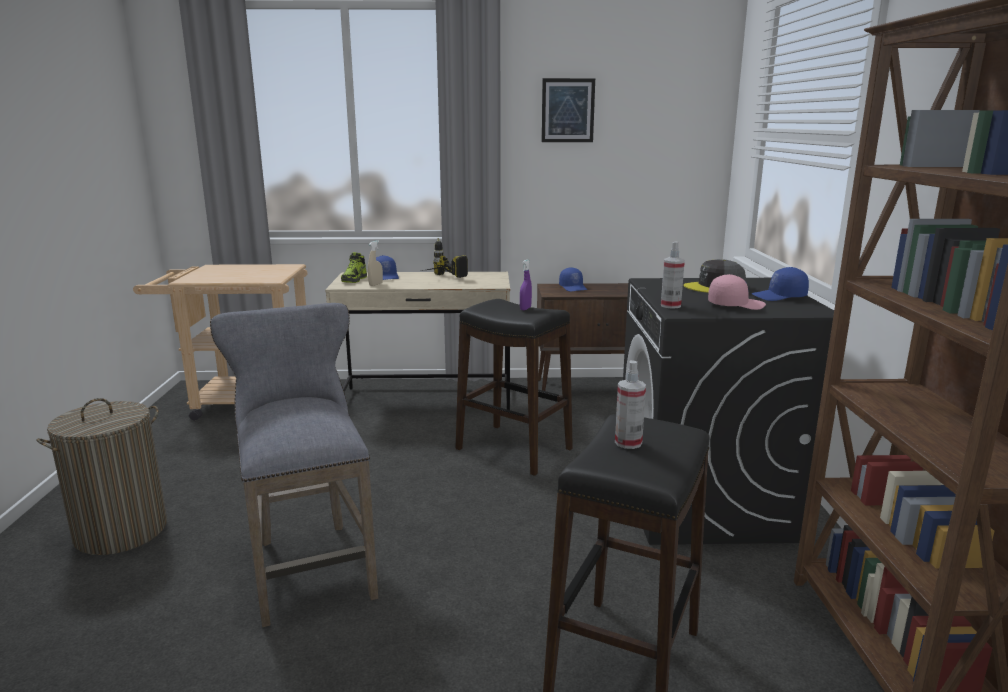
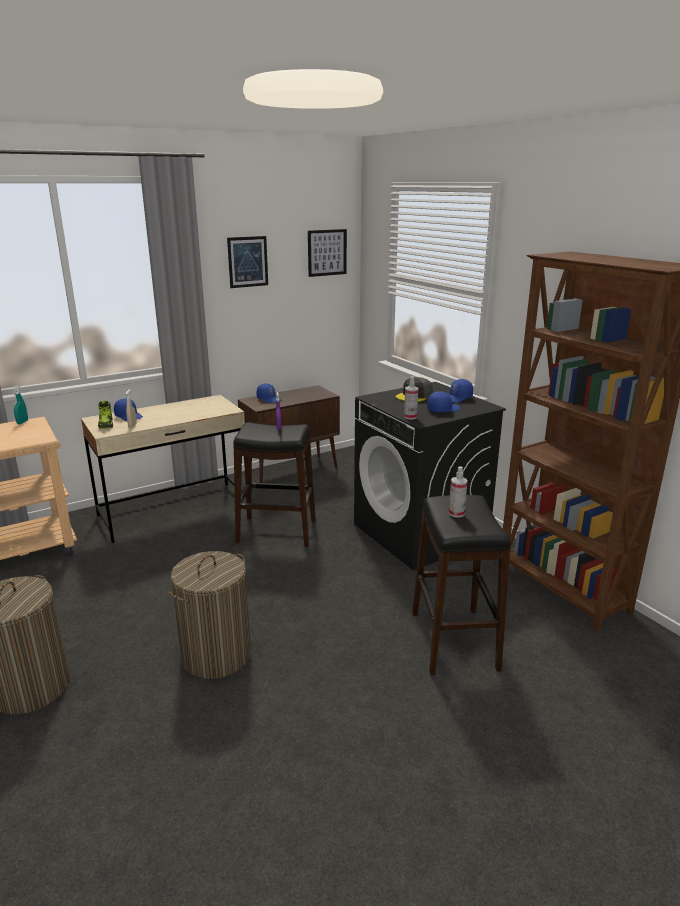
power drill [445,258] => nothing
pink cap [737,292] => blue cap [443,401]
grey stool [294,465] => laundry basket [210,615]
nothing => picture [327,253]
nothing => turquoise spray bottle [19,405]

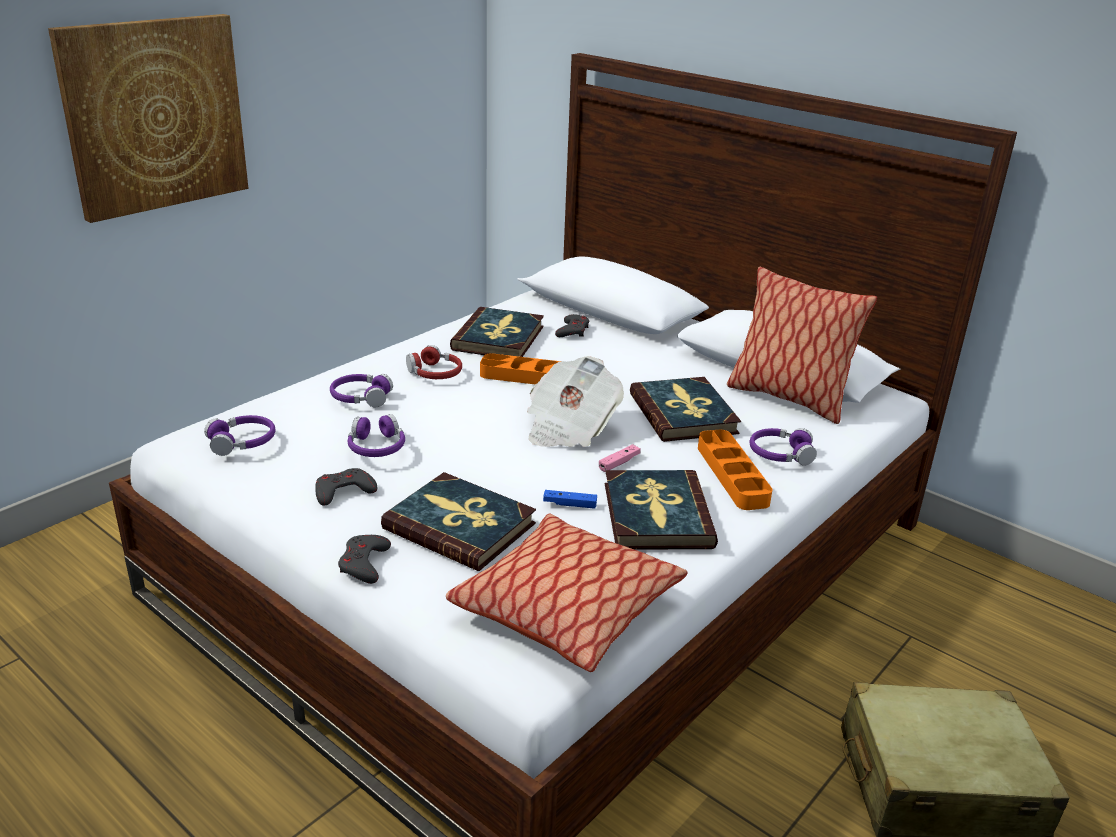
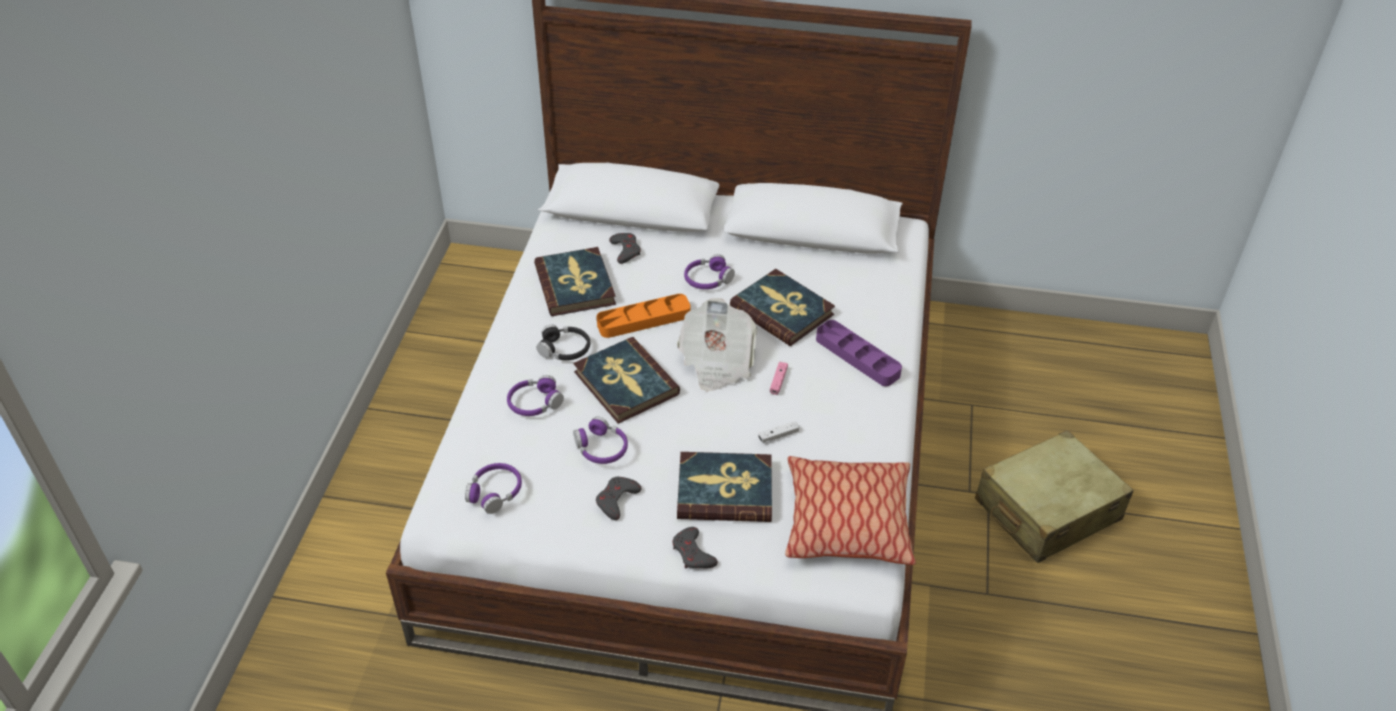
picture [148,118] => nothing
pillow [802,345] => nothing
red headphones [434,362] => black headphones [563,342]
purple headphones [783,447] => purple headphones [709,271], relocated
orange tray [735,470] => purple tray [859,353]
book [661,510] => book [626,380], relocated
blue game controller [570,499] => white game controller [778,432]

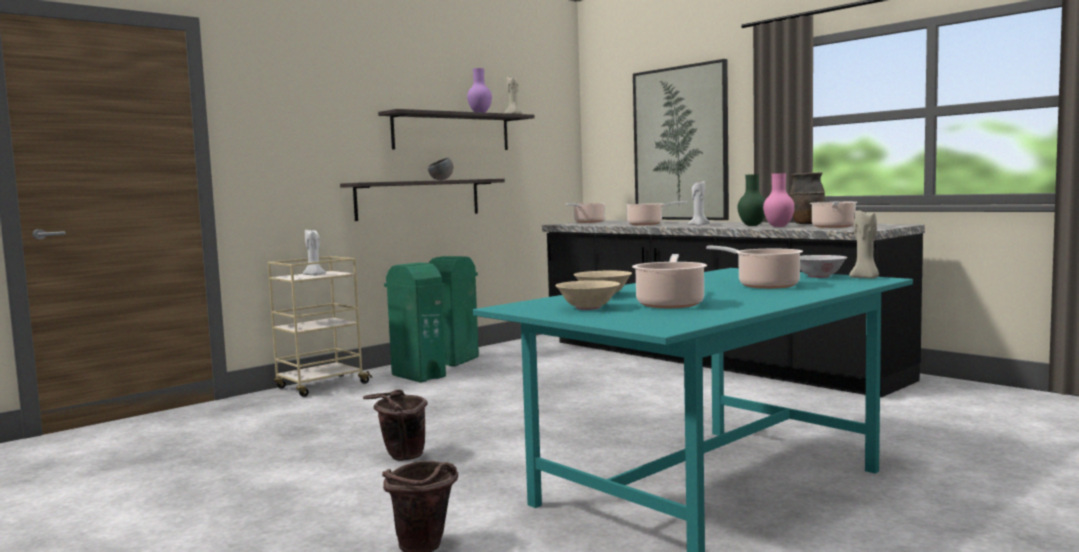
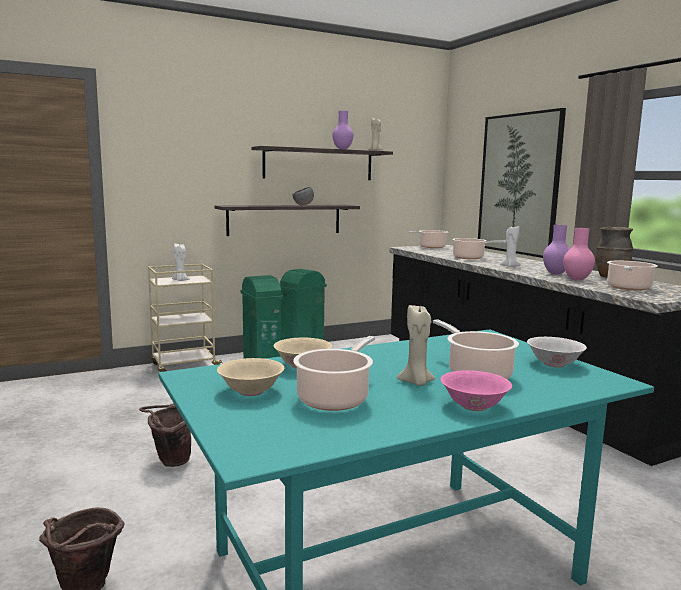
green vase [751,200] => purple vase [556,250]
beige candle [864,244] => beige candle [416,345], relocated
nothing => pink bowl [476,390]

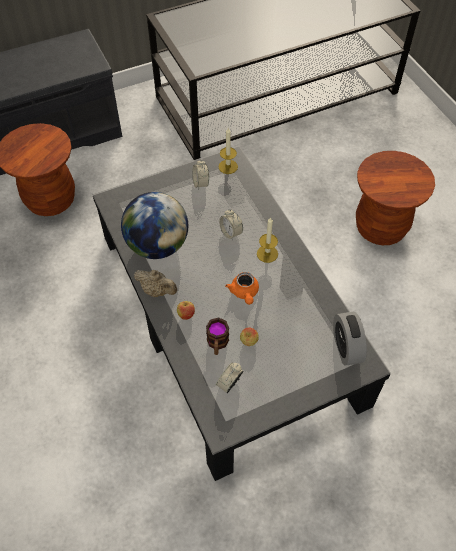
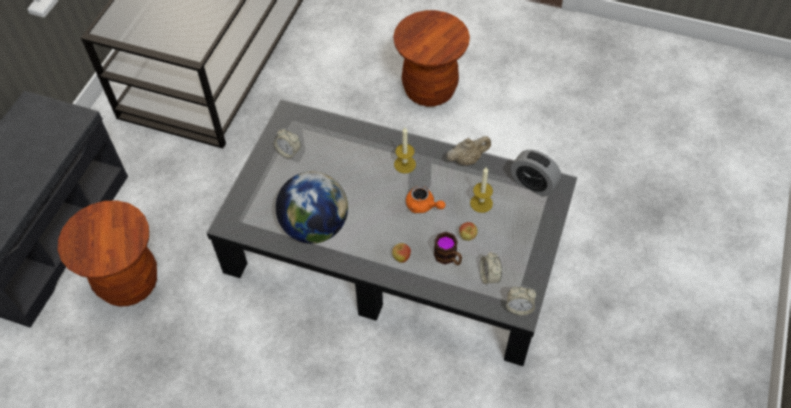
candle [228,151] => candle [481,190], relocated
alarm clock [231,225] => alarm clock [521,300], relocated
beige teapot [155,283] => beige teapot [468,150], relocated

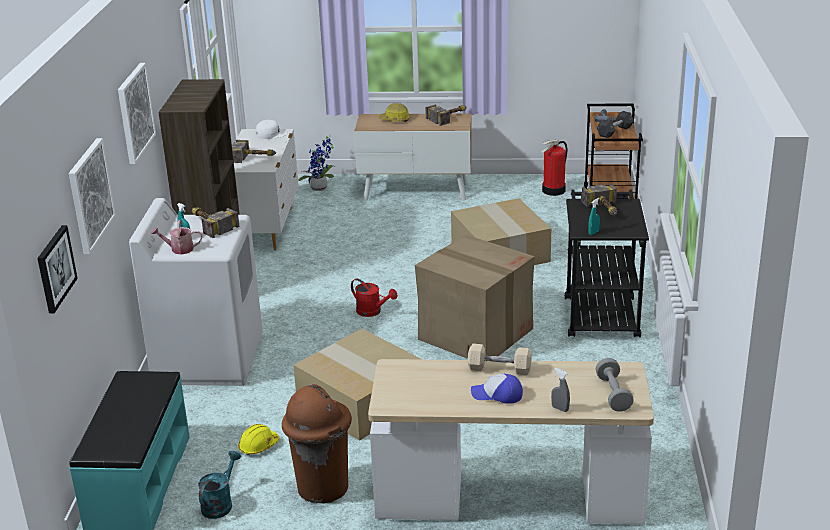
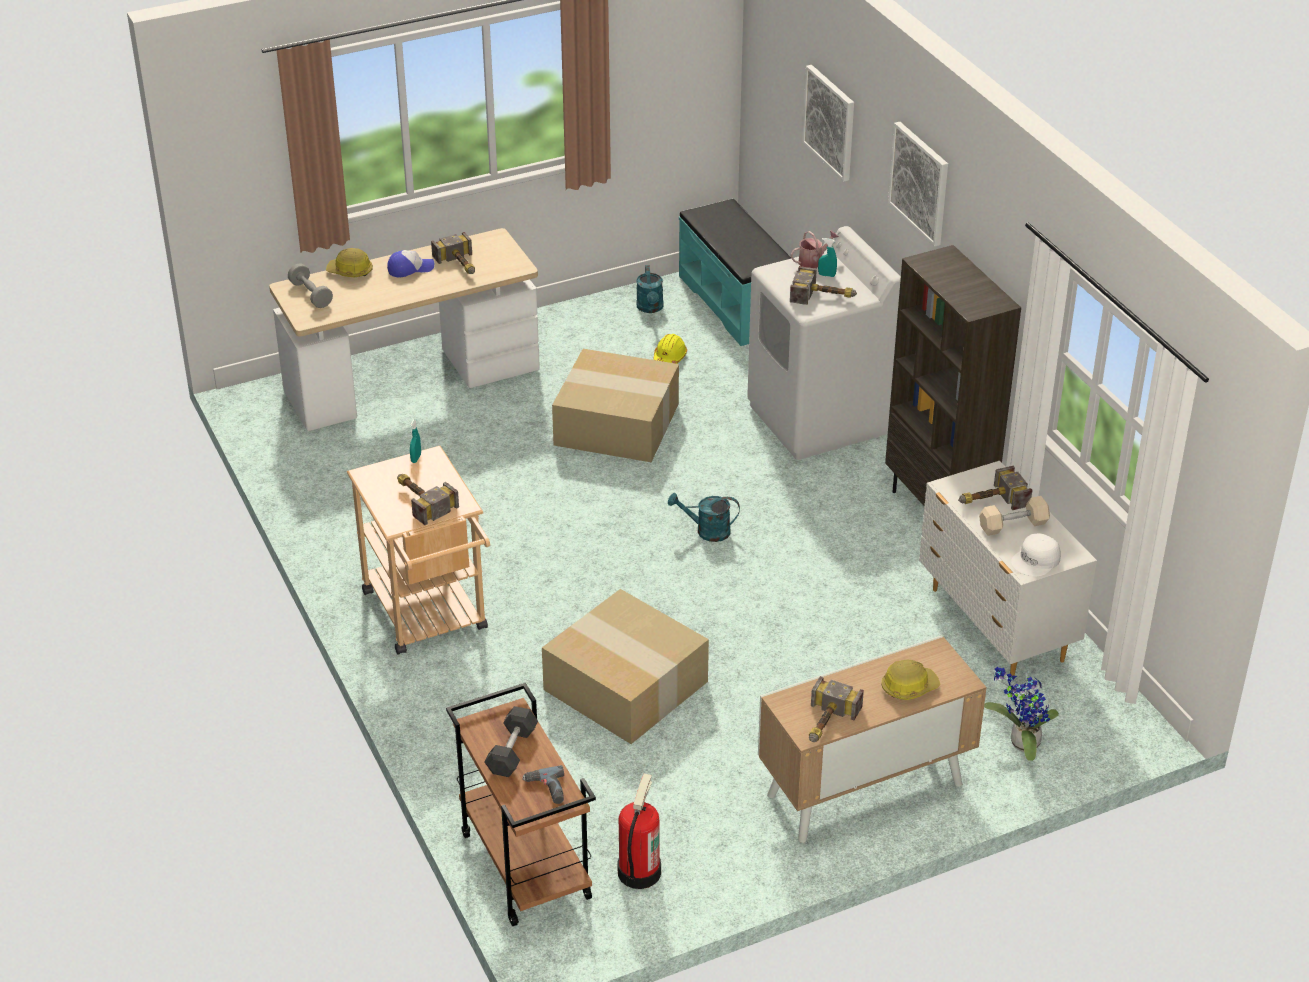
black cart [607,263] => beige cart [418,550]
picture [57,269] => nothing
cardboard box [475,297] => nothing
red watering can [374,298] => turquoise watering can [704,517]
beige dumbbell [500,359] => beige dumbbell [1014,516], relocated
grey spray bottle [560,390] => hard hat [349,263]
brown trash can [317,444] => nothing
nothing => hammer [453,253]

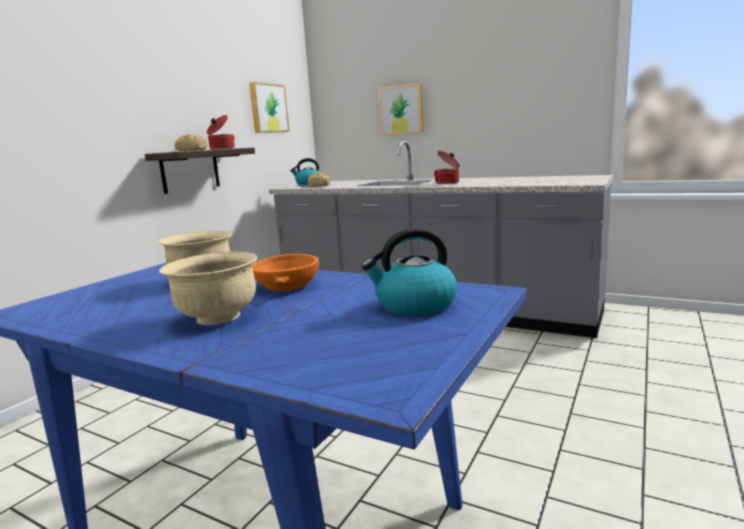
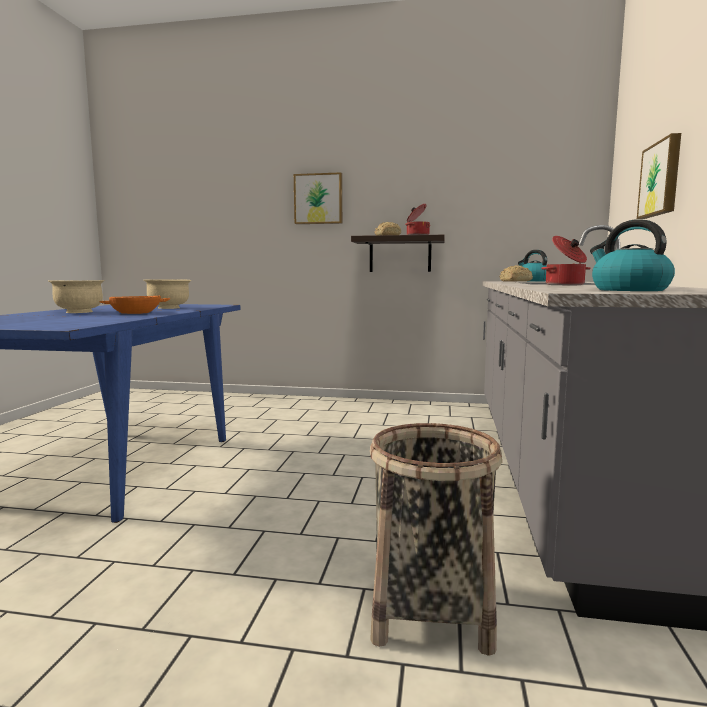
picture [269,107] => picture [318,198], relocated
kettle [409,272] => kettle [632,255], relocated
nothing => basket [436,539]

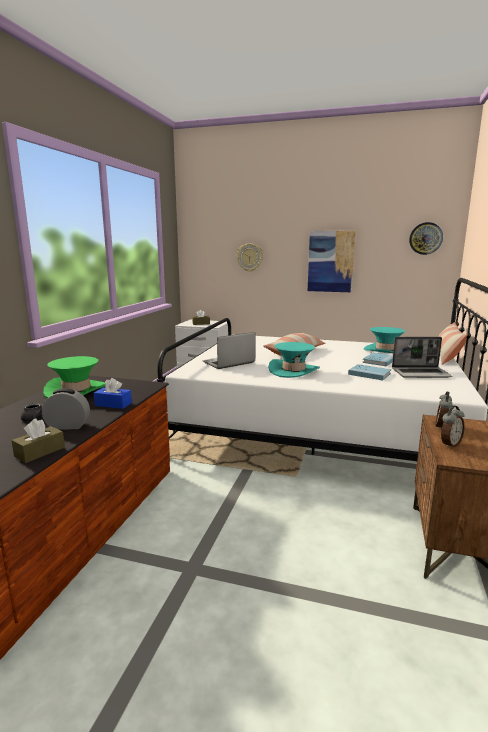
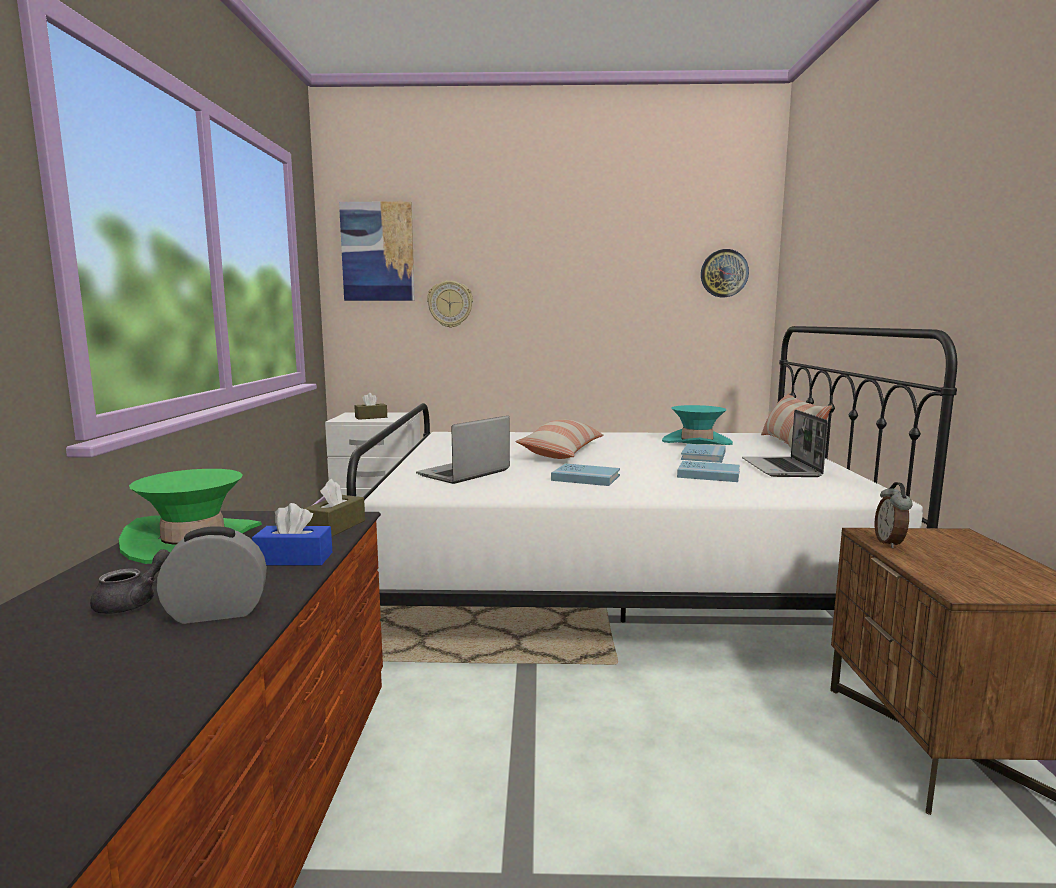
picture [332,261] => picture [377,251], relocated
laptop [422,357] => laptop [785,443], 105 degrees clockwise
turquoise hat [294,360] => blue book [585,475]
alarm clock [453,426] => nothing
brown tissue box [38,440] => brown tissue box [334,507], relocated

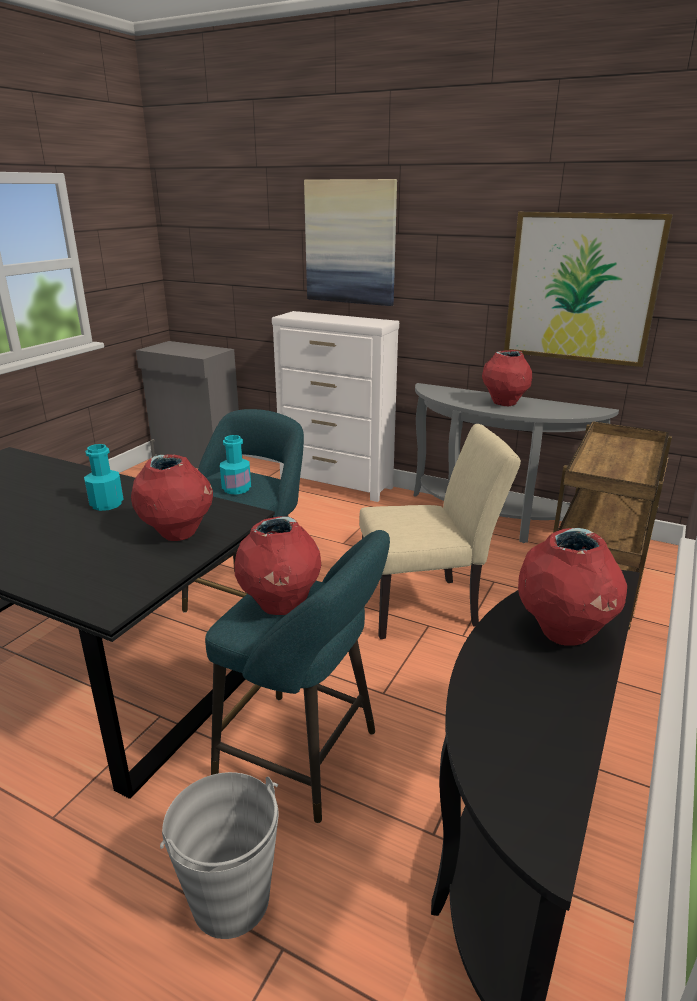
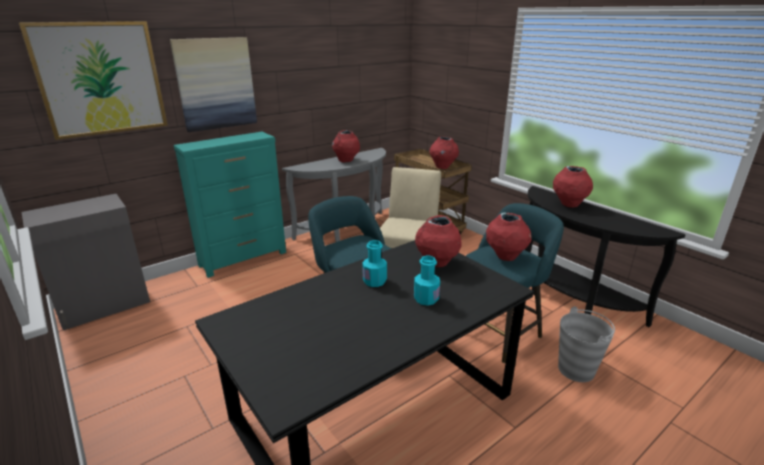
picture [588,289] => picture [93,80], relocated
white dresser [335,406] => turquoise dresser [230,205]
turquoise bottle [235,465] => turquoise bottle [427,280], relocated
nothing => red vase [444,153]

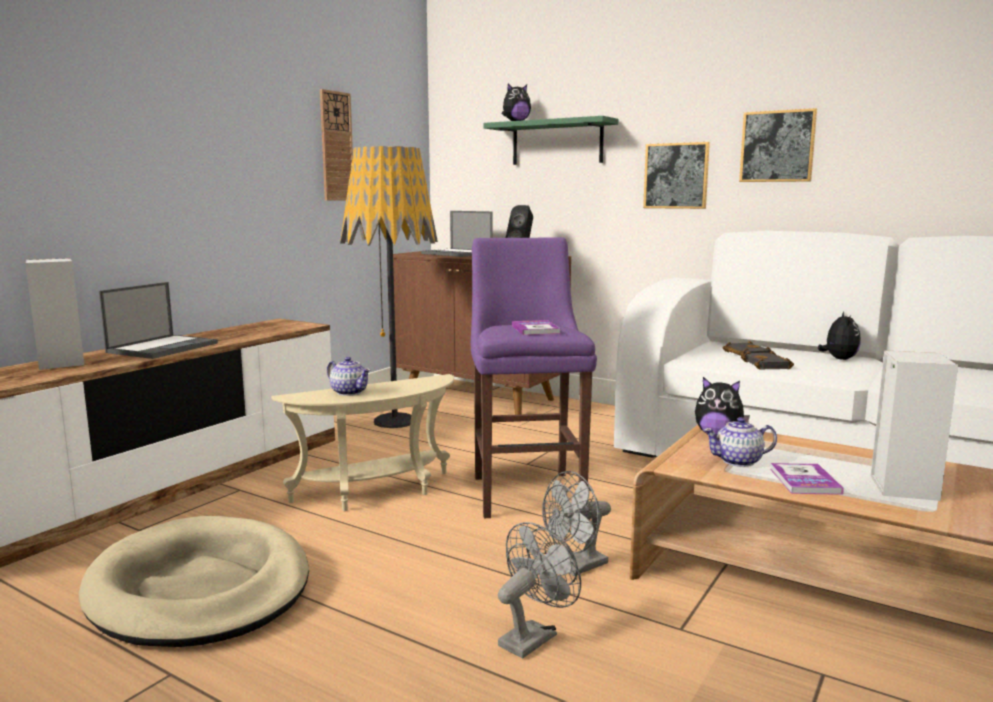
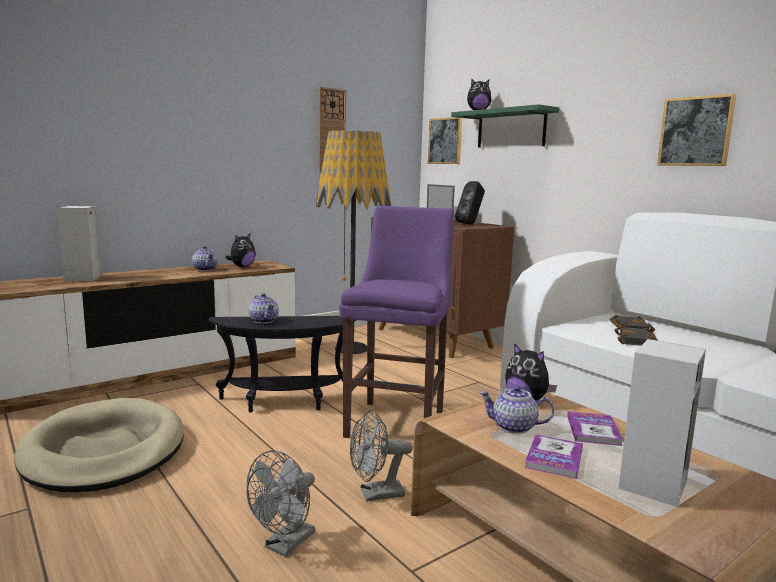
picture [676,175] => picture [445,140], relocated
laptop [158,320] => nothing
plush toy [839,336] => plush toy [241,250], relocated
book [536,327] => book [595,428], relocated
beige side table [362,442] => black side table [282,364]
grey fan [539,590] => grey fan [281,503], 150 degrees clockwise
nothing => teapot [205,258]

